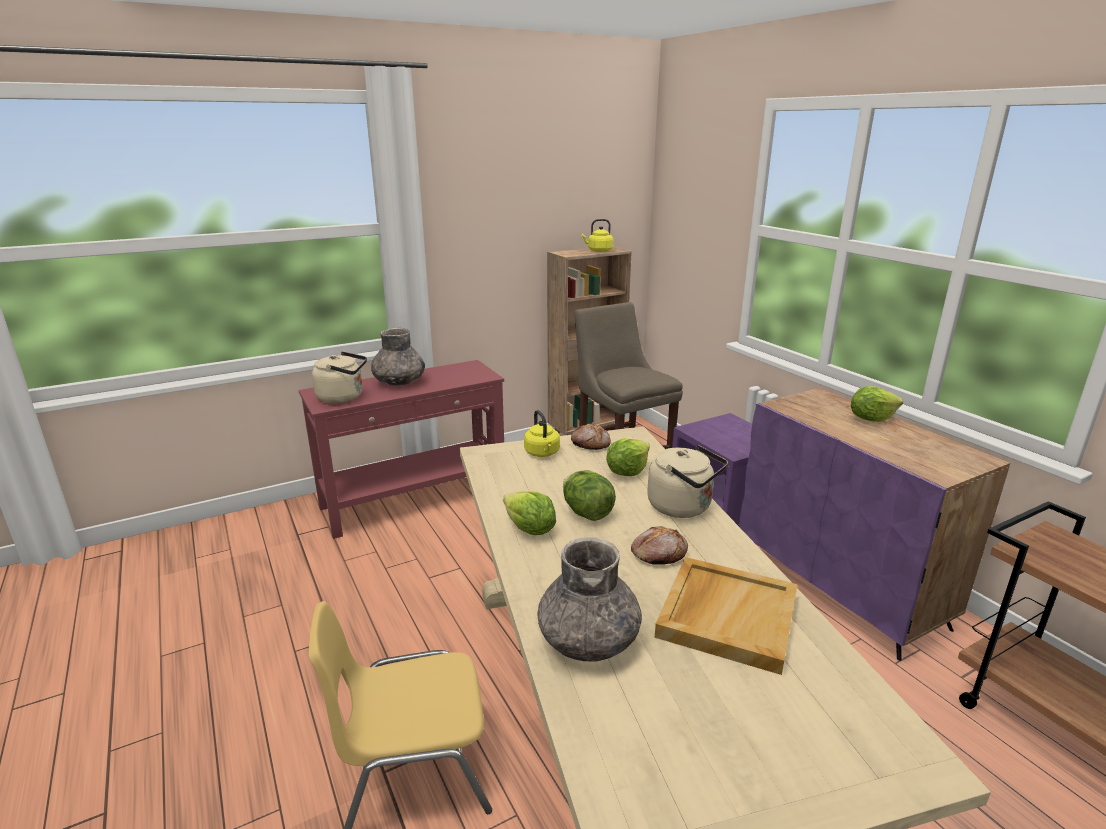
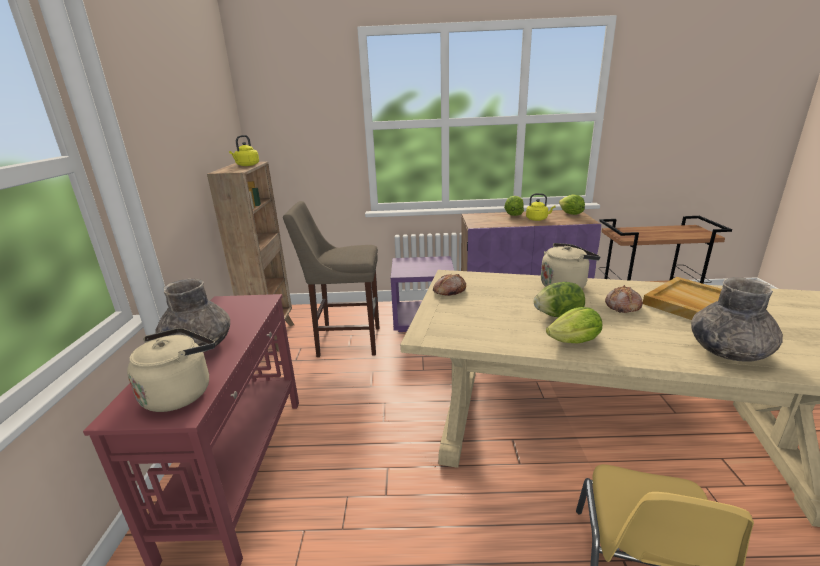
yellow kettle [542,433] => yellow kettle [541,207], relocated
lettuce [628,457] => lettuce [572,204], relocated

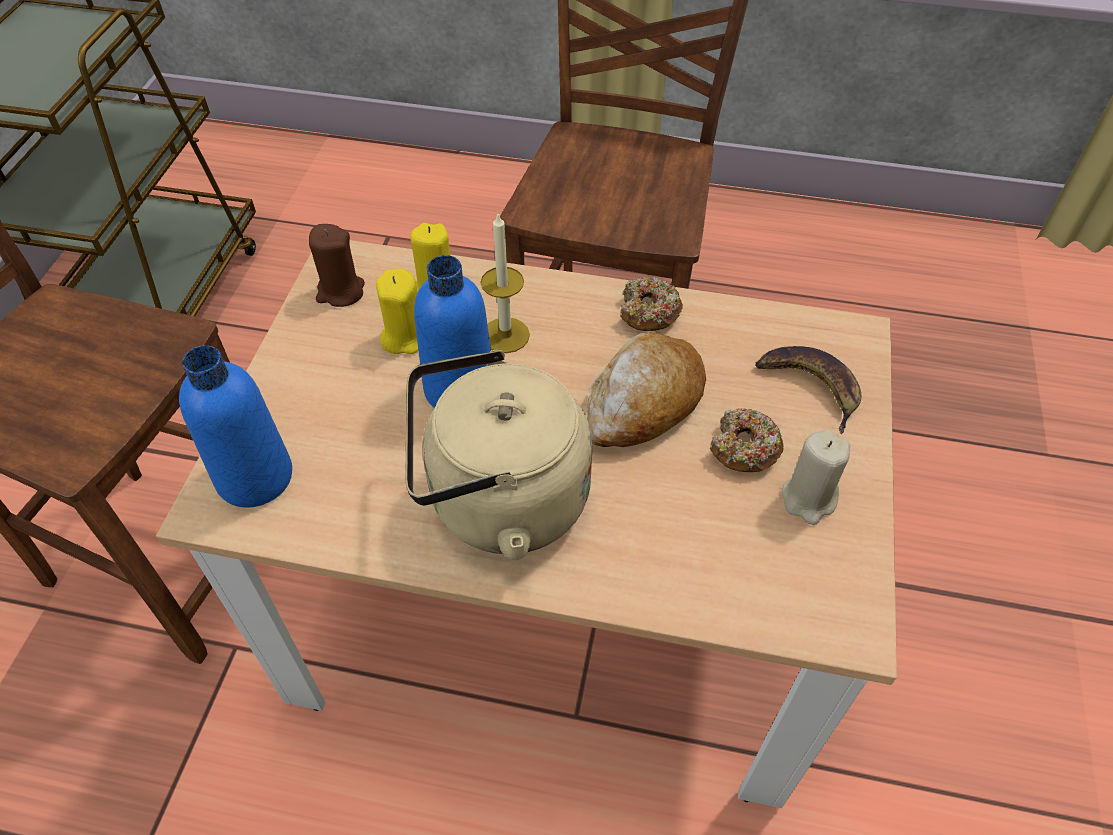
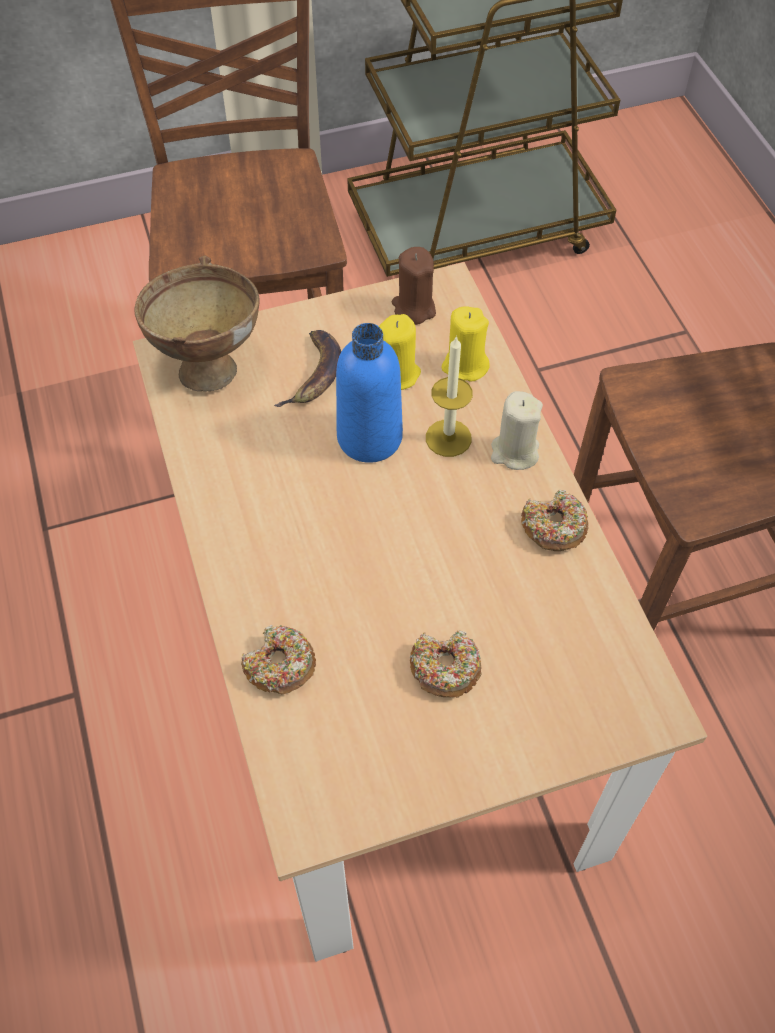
bread [646,389] => nothing
blue bottle [235,426] => brown bowl [197,323]
banana [808,390] => banana [307,368], relocated
beige kettle [498,455] => nothing
beige candle [816,477] => beige candle [517,430], relocated
nothing => donut [278,660]

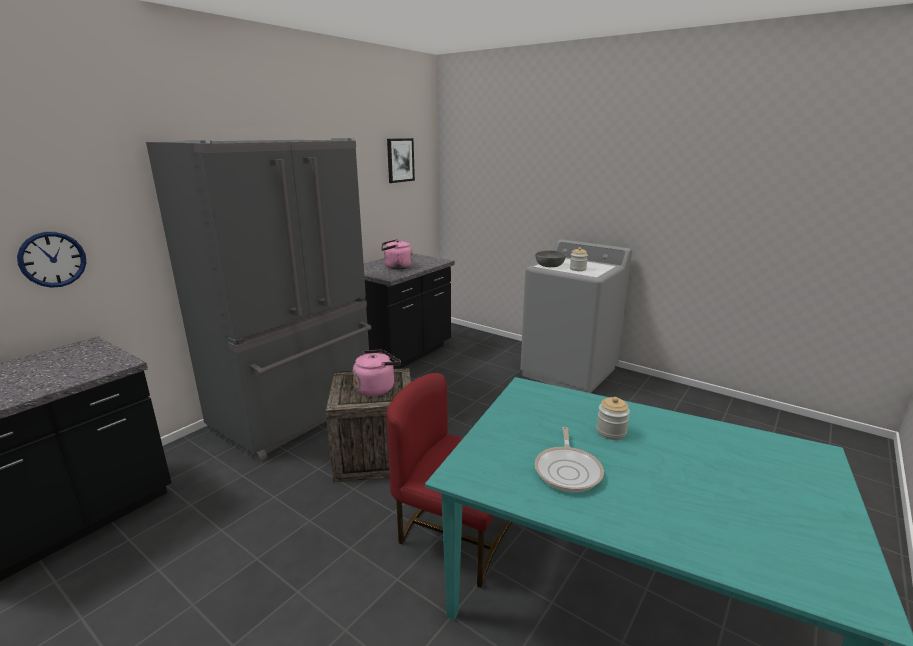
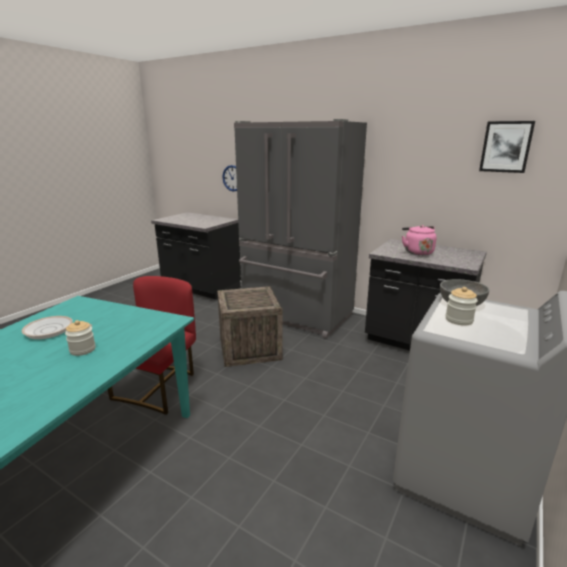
pink kettle [377,373] => nothing

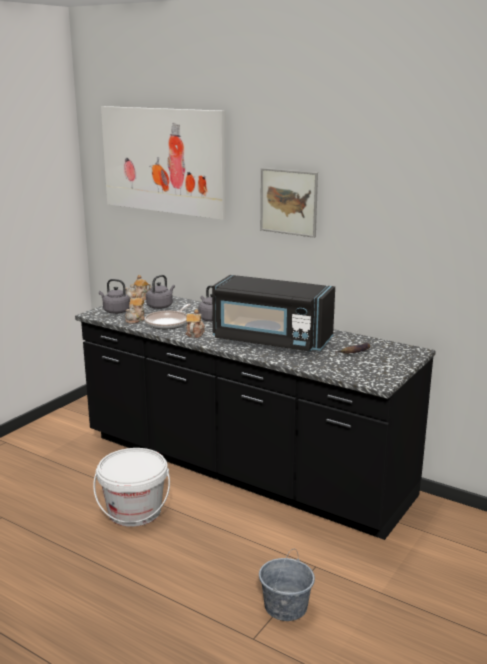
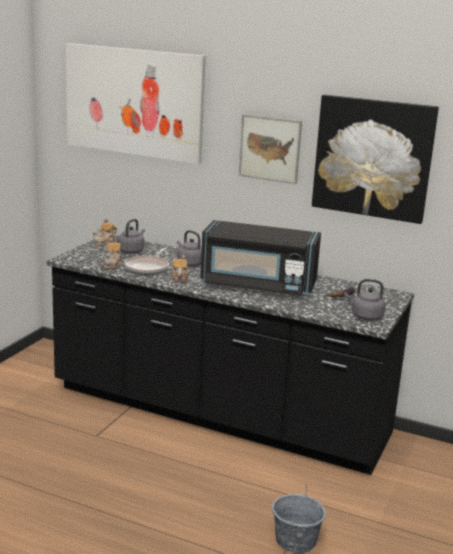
grey kettle [114,296] => grey kettle [365,300], relocated
white bucket [131,487] => nothing
nothing => picture [375,159]

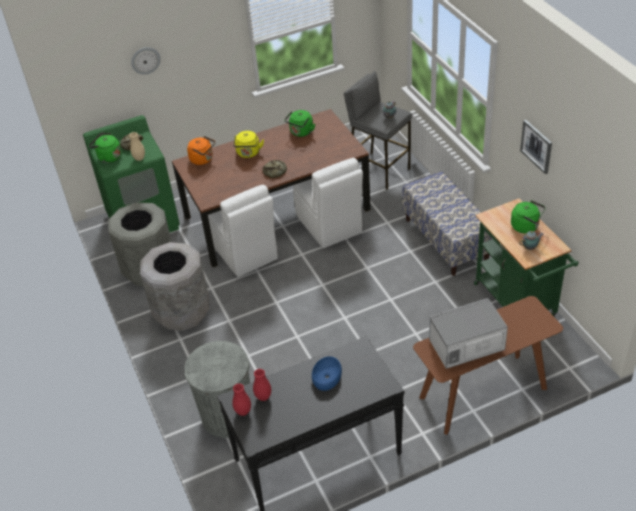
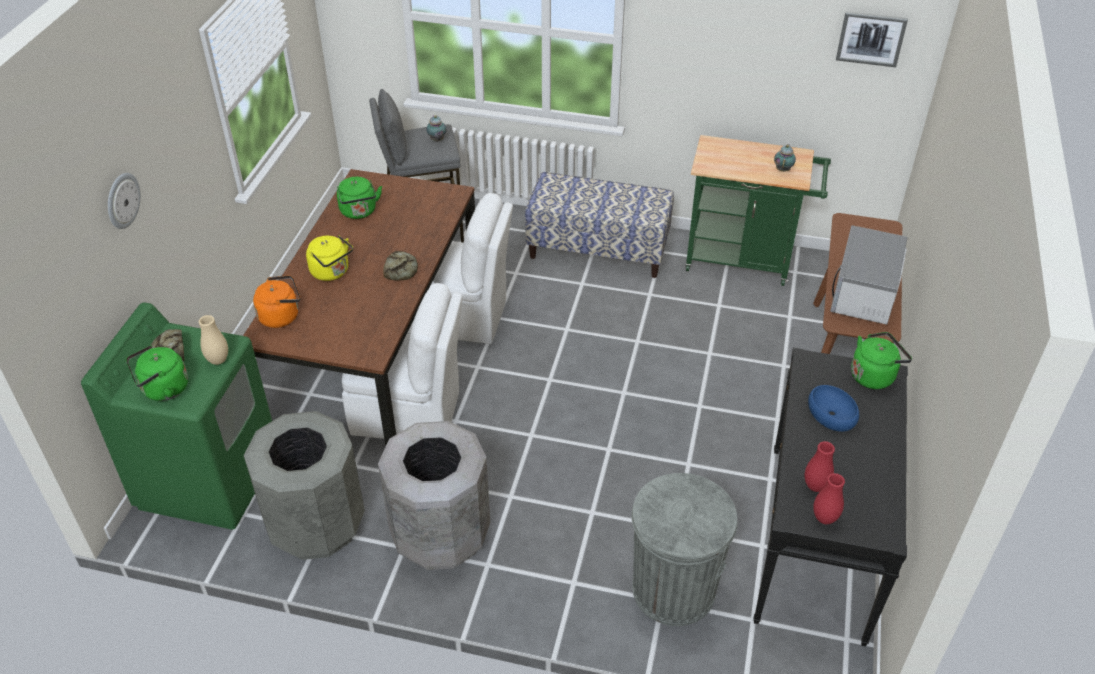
picture [536,147] => picture [872,39], relocated
green kettle [528,217] => green kettle [881,360], relocated

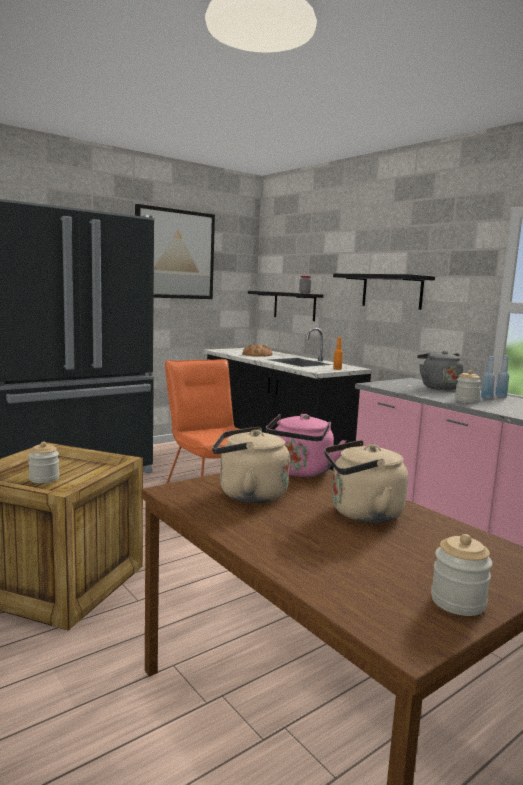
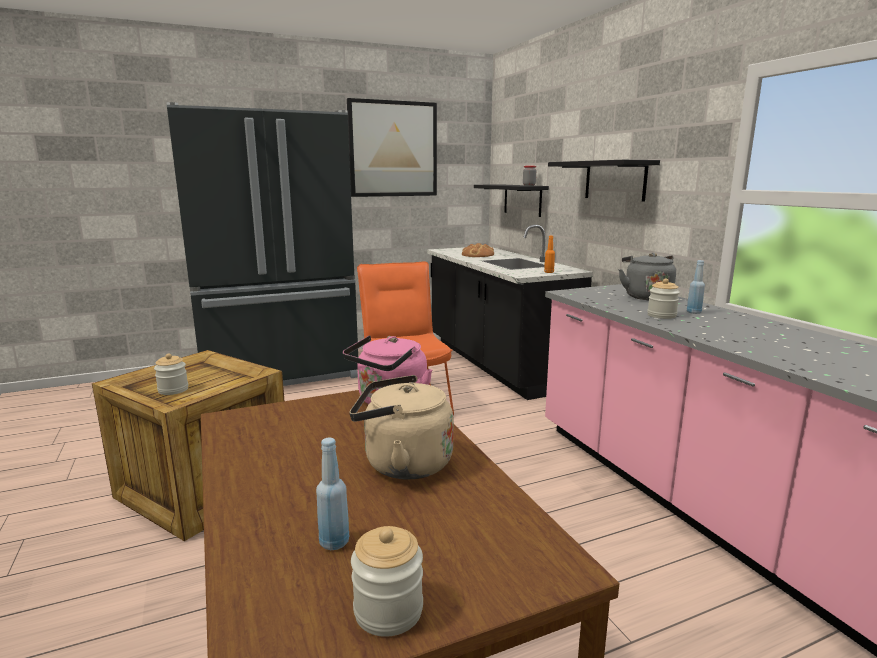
blue bottle [502,377] => blue bottle [332,494], relocated
beige kettle [251,465] => nothing

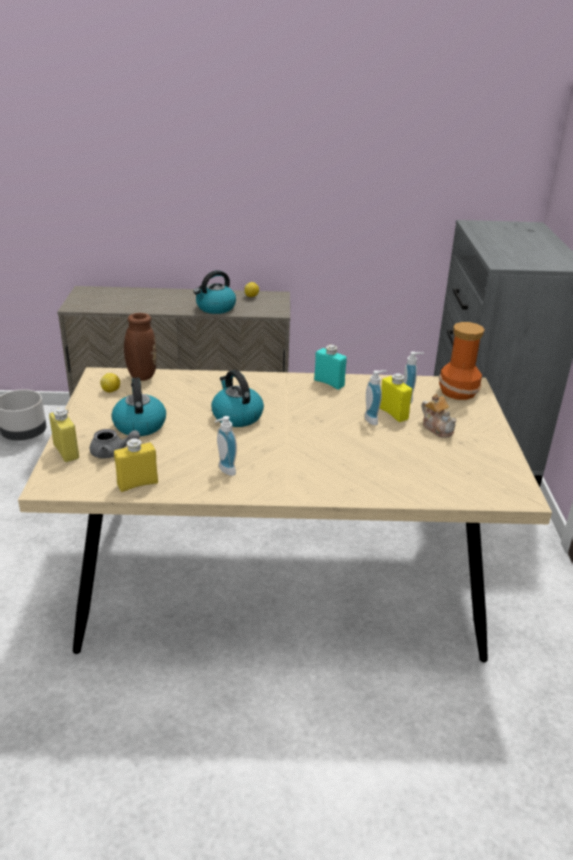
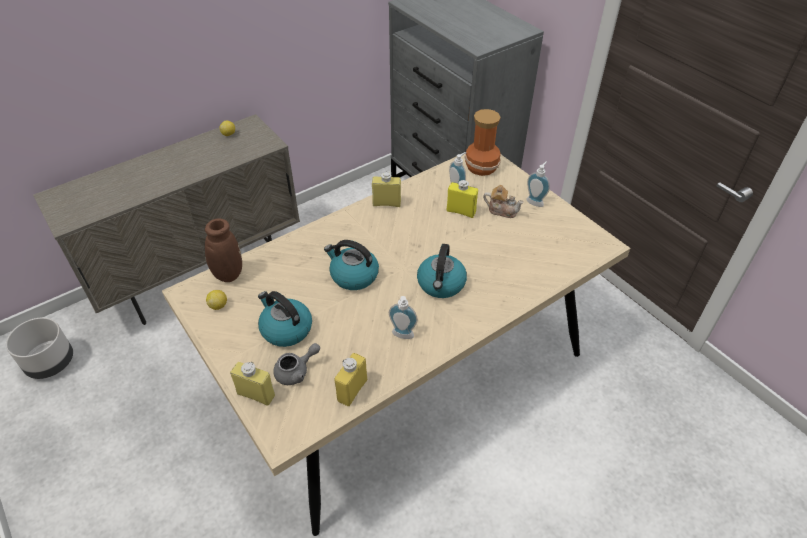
kettle [215,292] => kettle [442,271], relocated
turquoise bottle [330,367] => yellow bottle [386,189]
soap dispenser [376,397] => soap dispenser [538,184], relocated

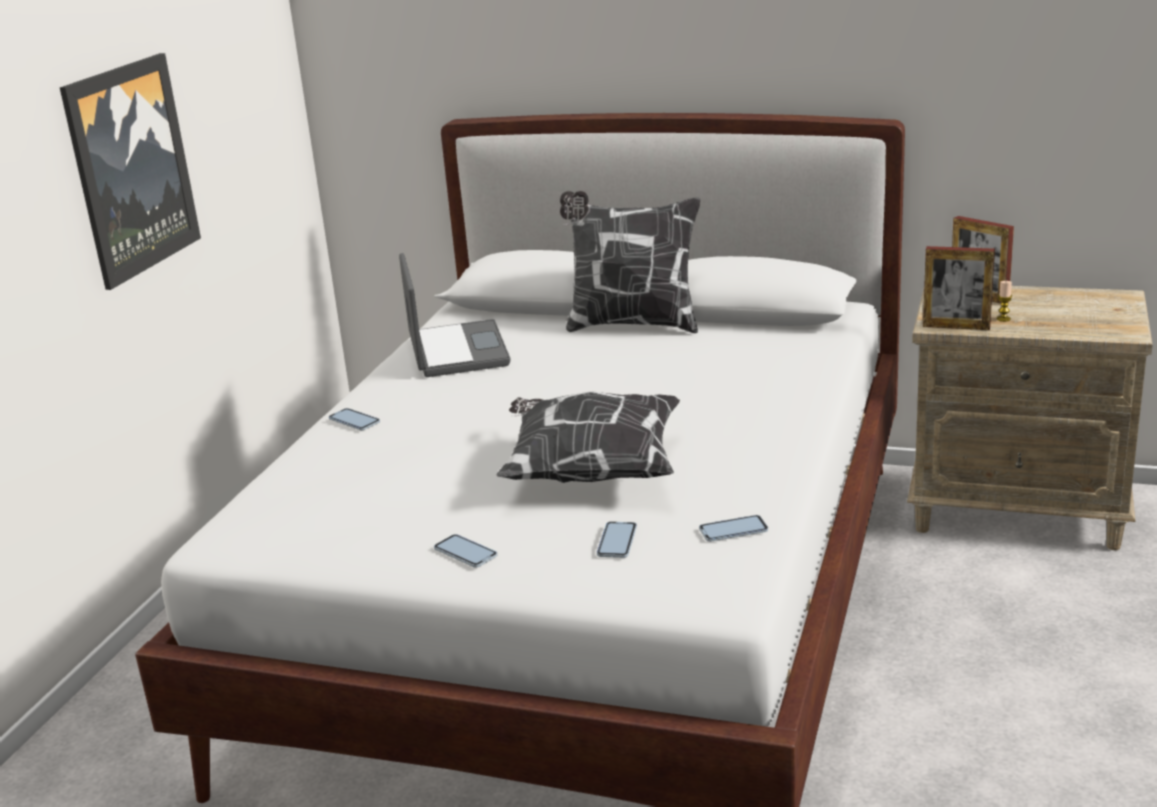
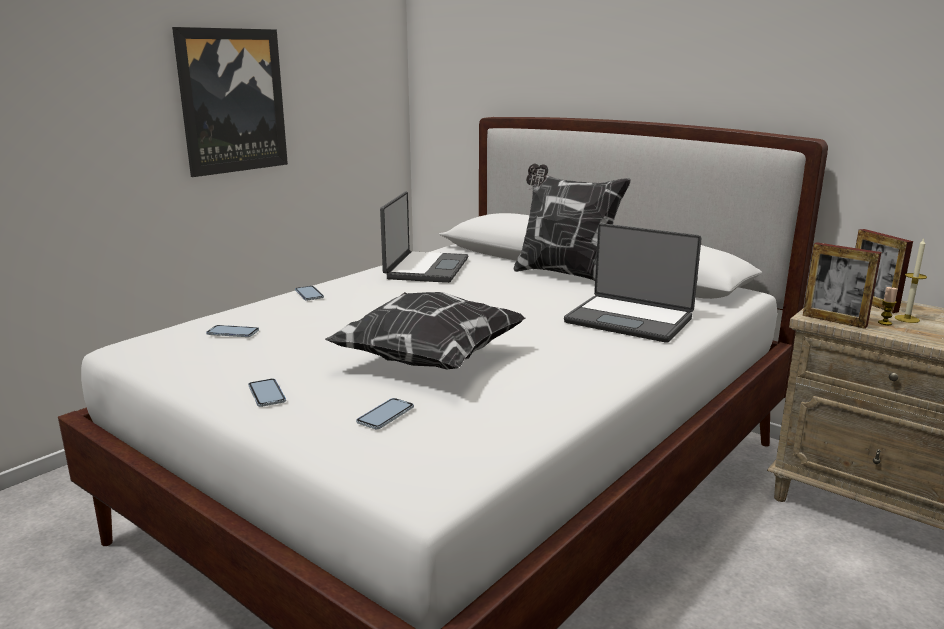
phone [733,528] => phone [232,331], relocated
nothing => laptop [633,283]
nothing => candle [910,281]

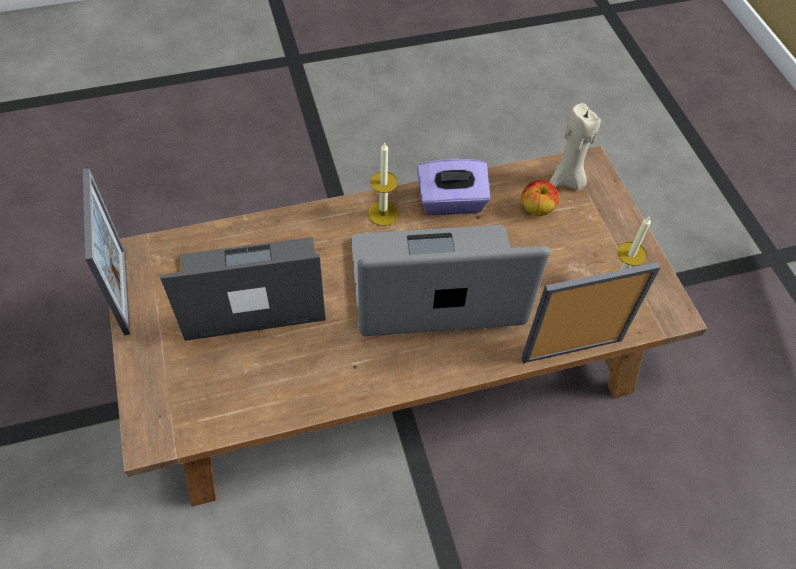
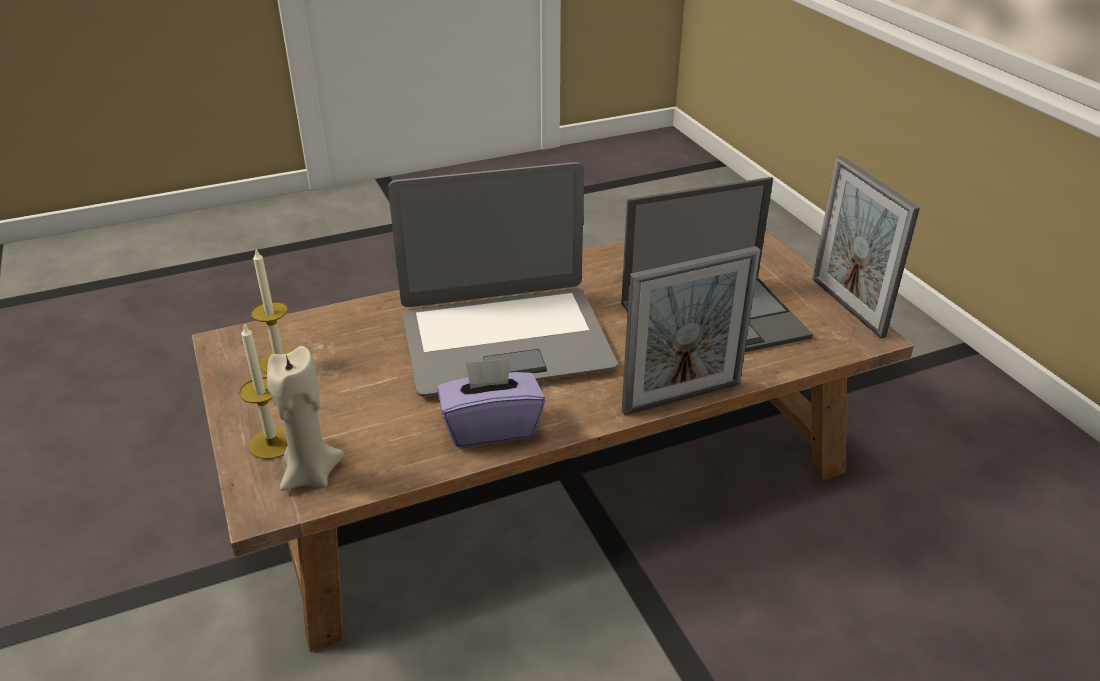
candle [383,184] => candle [263,391], relocated
apple [540,198] => nothing
picture frame [591,312] => picture frame [691,330], relocated

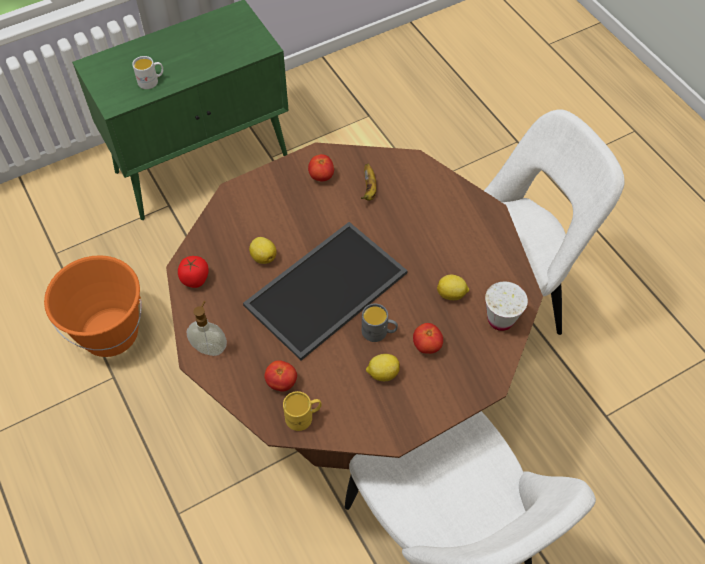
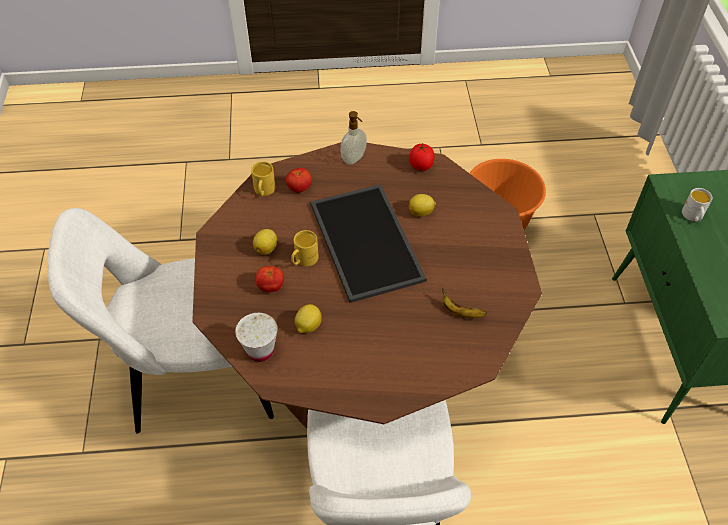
tomato [321,168] => nothing
grey mug [380,322] => yellow mug [305,248]

